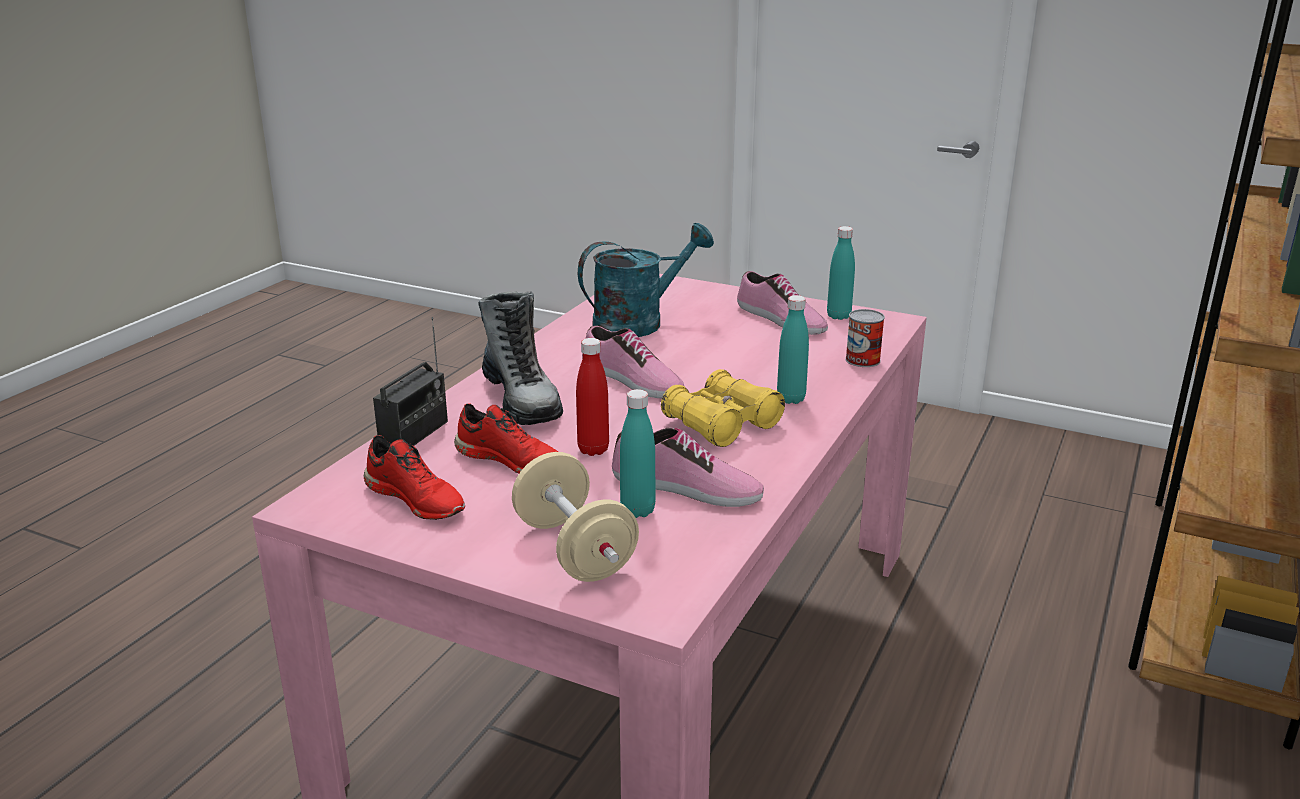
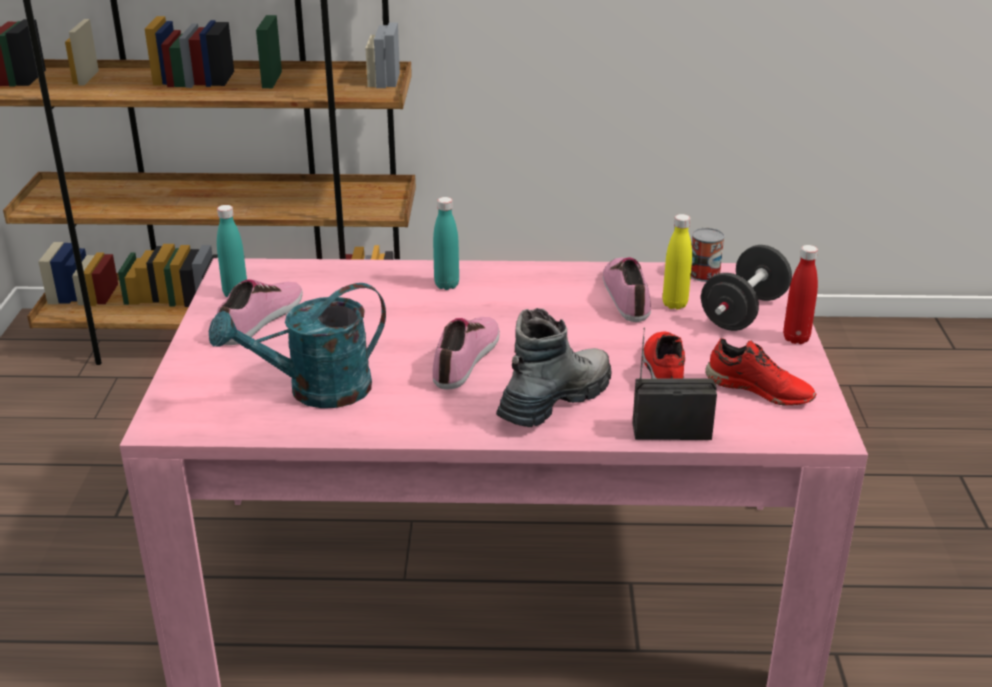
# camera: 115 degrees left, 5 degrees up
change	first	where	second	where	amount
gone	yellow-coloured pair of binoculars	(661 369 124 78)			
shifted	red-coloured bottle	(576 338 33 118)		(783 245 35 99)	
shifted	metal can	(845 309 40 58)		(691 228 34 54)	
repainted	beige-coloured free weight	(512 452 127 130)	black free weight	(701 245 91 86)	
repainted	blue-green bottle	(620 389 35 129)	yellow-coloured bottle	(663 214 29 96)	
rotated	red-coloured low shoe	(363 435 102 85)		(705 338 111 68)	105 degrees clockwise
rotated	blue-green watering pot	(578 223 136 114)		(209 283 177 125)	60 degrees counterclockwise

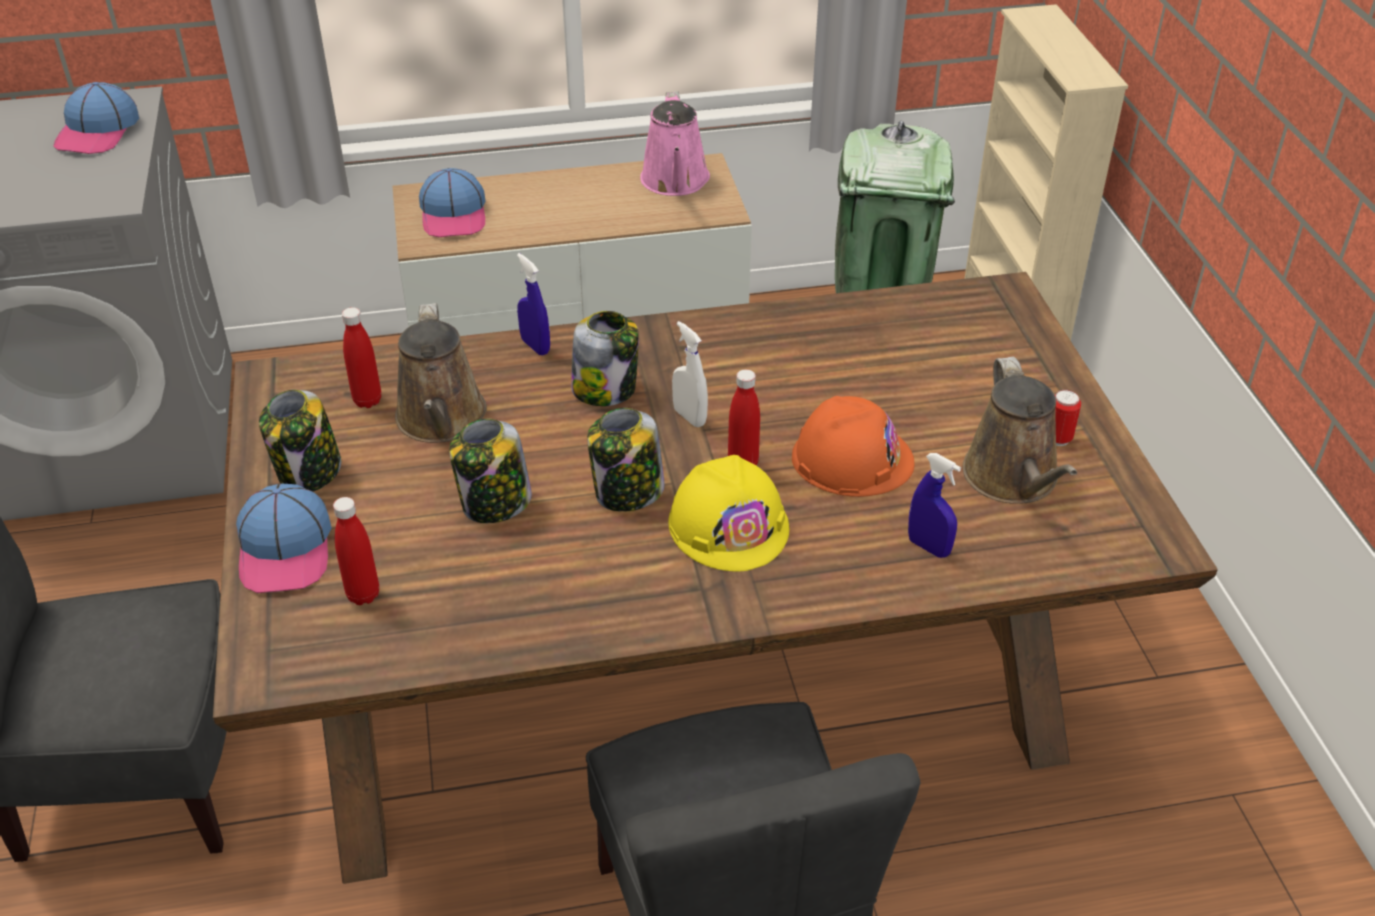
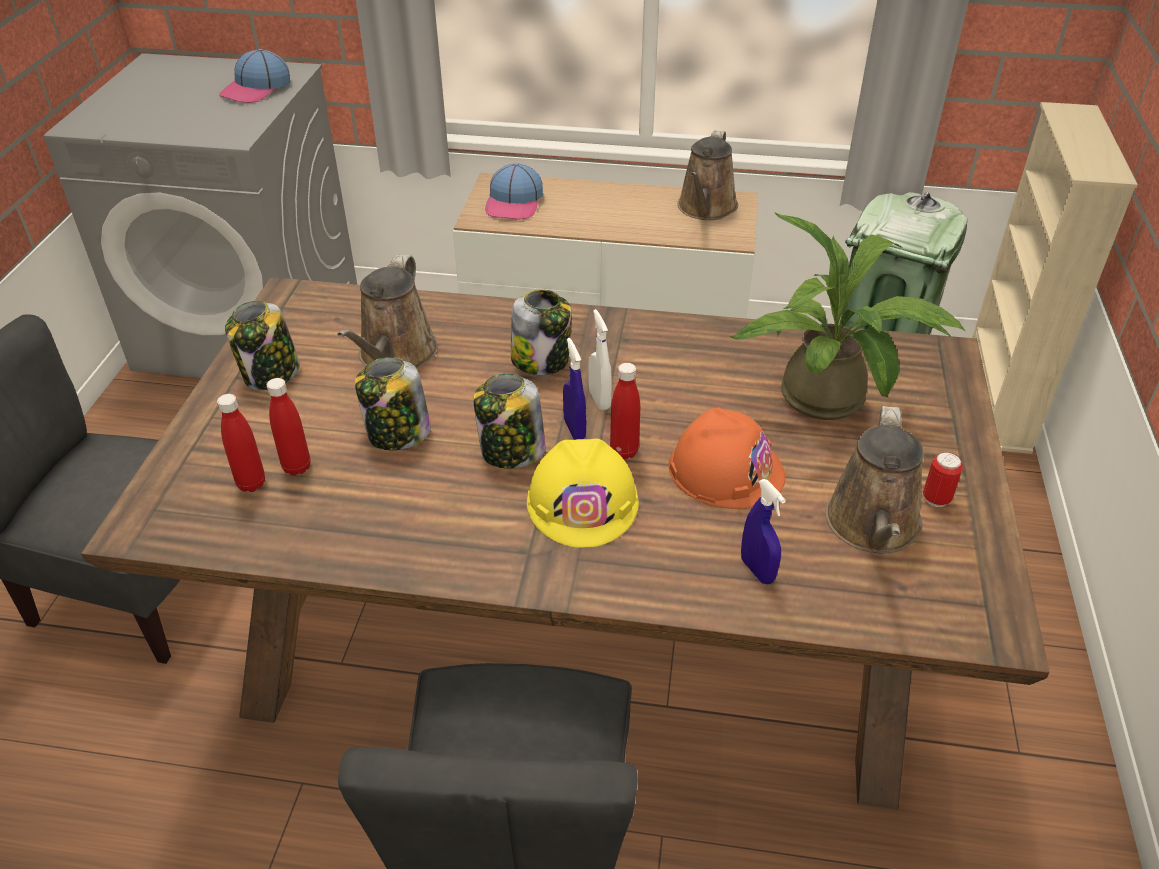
# camera: 20 degrees right, 0 degrees up
change	first	where	second	where	amount
gone	peaked cap	(236 483 96 110)			
new			potted plant	(730 212 235 208)	
shifted	red-coloured bottle	(342 307 39 101)		(267 378 44 98)	
shifted	blue hand sprayer	(517 253 33 102)		(563 338 23 102)	
repainted	pinkish watering pot	(640 91 70 105)	brownish watering pot	(677 131 61 89)	

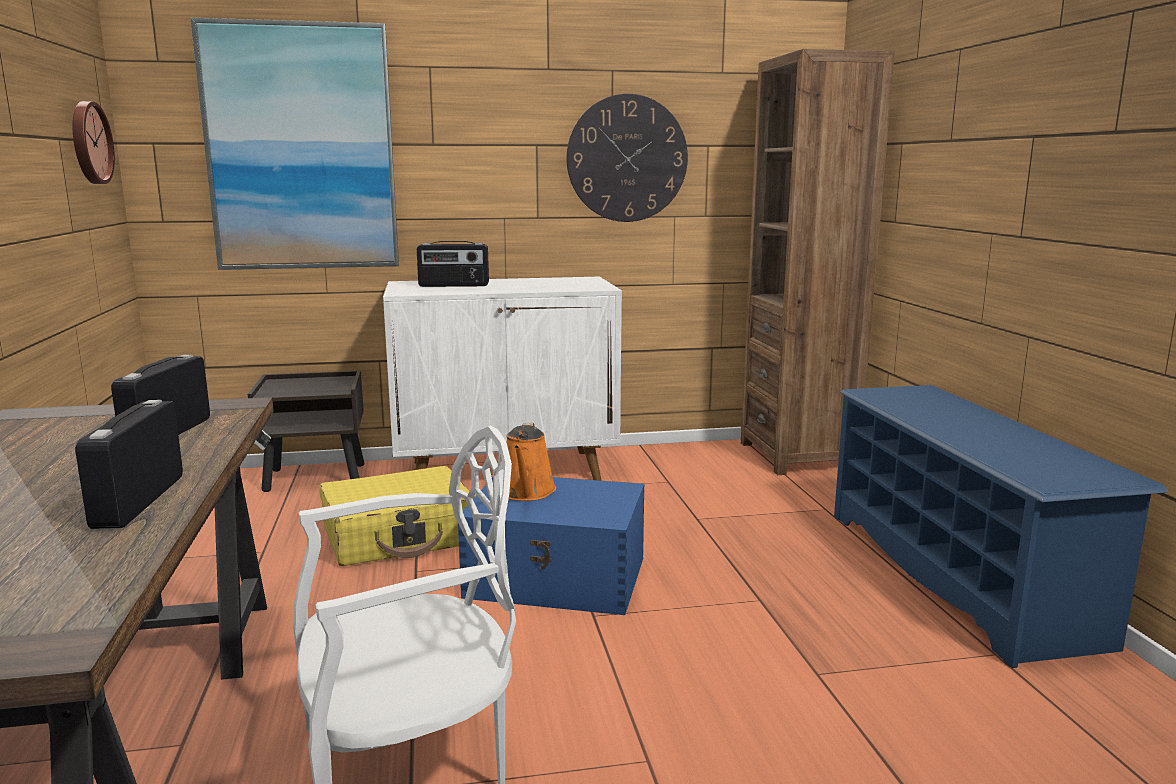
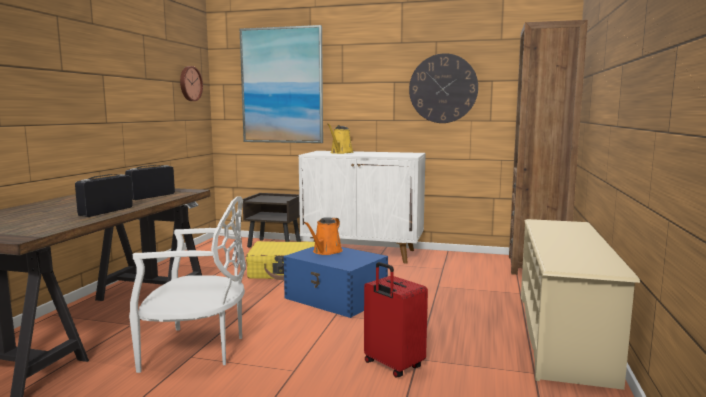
# camera: 25 degrees right, 5 degrees down
change	first	where	second	where	amount
new			red-coloured suitcase	(364 262 64 115)	
swapped	radio set	(417 241 72 46)	yellow-coloured watering pot	(327 123 27 31)	
repainted	blue shoe rack	(834 385 334 283)	beige-coloured shoe rack	(521 219 119 171)	

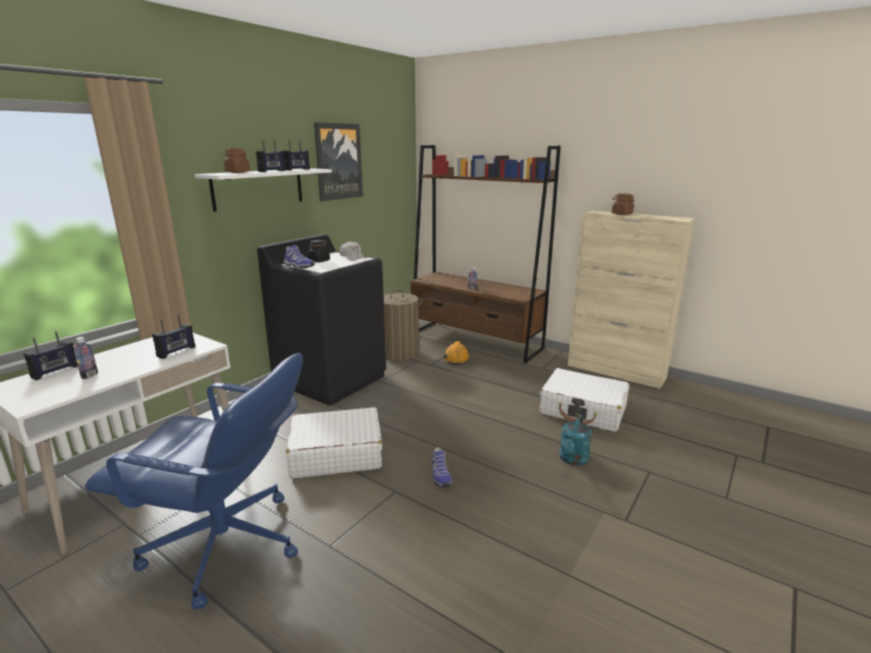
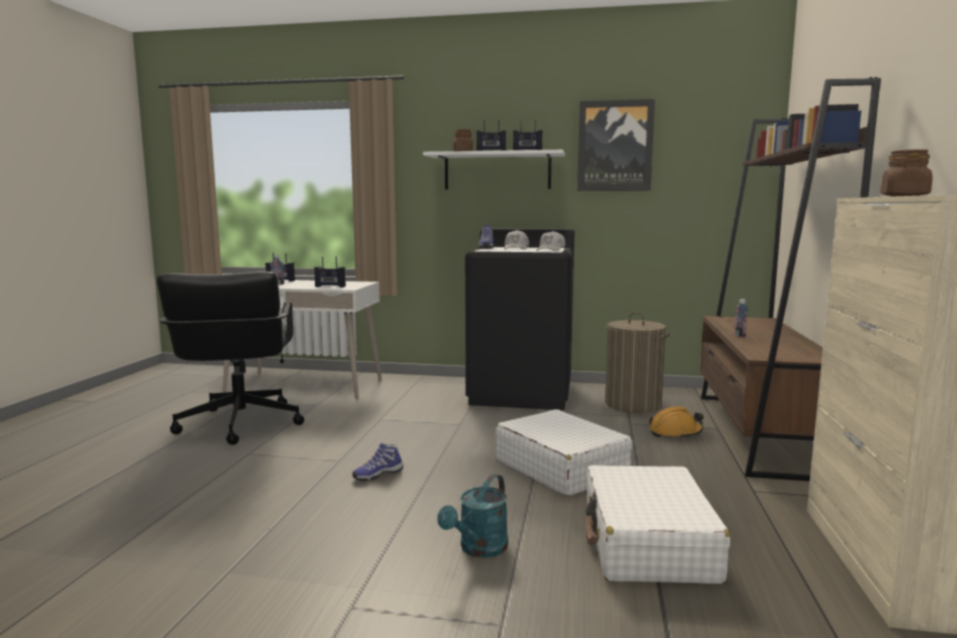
# camera: 65 degrees right, 10 degrees down
change	first	where	second	where	amount
shifted	whitish suitcase	(286 407 96 71)		(495 409 138 87)	
swapped	black jar	(308 240 22 22)	whitish peaked cap	(504 230 25 20)	
repainted	blue office chair	(85 353 218 257)	black office chair	(157 271 147 174)	
rotated	blue-green watering pot	(559 414 33 52)		(437 474 71 84)	60 degrees counterclockwise

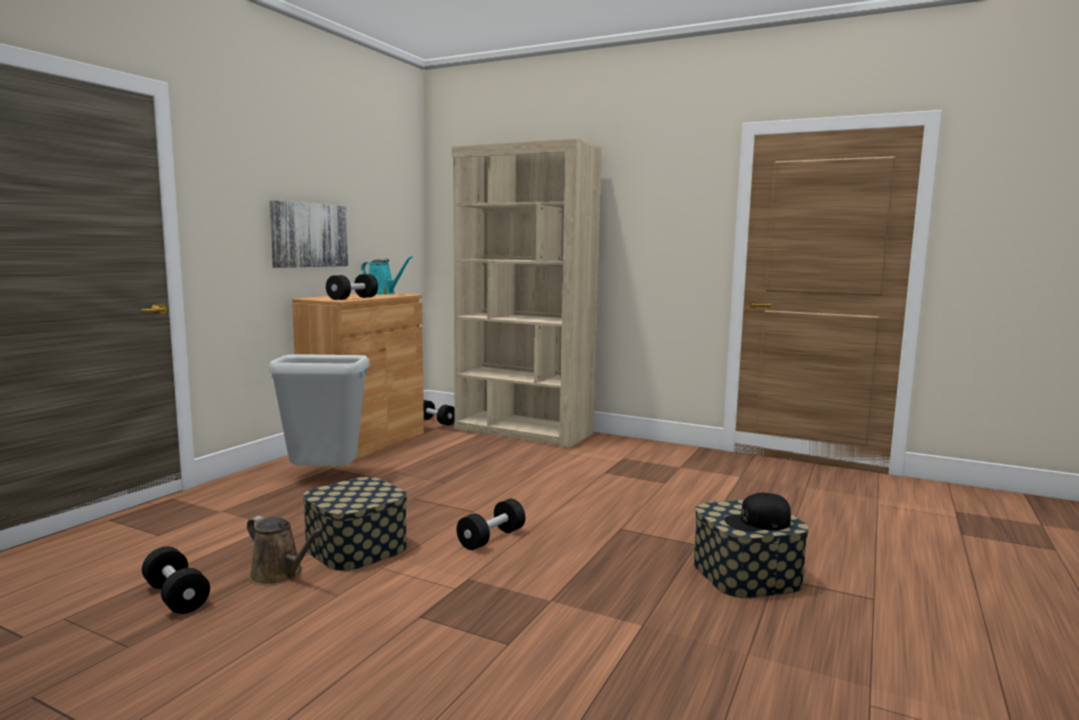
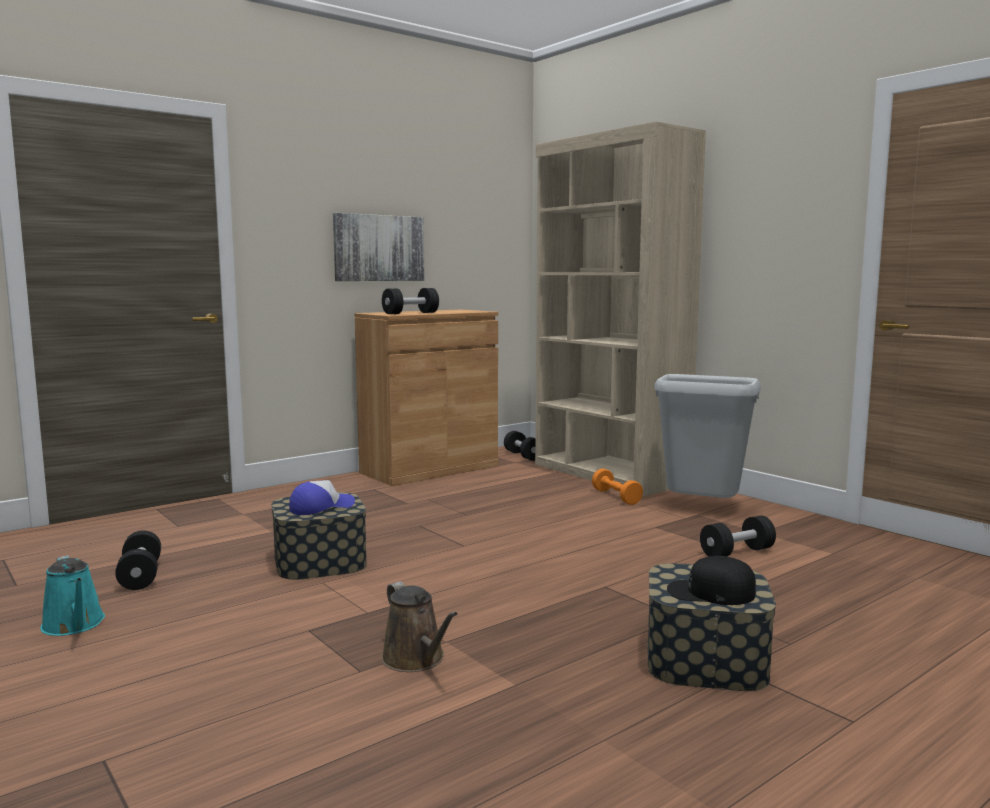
# camera: 25 degrees right, 0 degrees up
change	first	where	second	where	amount
new			peaked cap	(289 480 66 35)	
new			orange free weight	(592 468 51 37)	
shifted	brownish watering pot	(247 516 75 69)		(381 581 77 91)	
shifted	gray trash can	(268 354 101 112)		(654 374 107 124)	
shifted	blue-green watering pot	(361 256 51 39)		(40 555 65 81)	
shifted	black free weight	(457 499 68 51)		(700 516 76 41)	

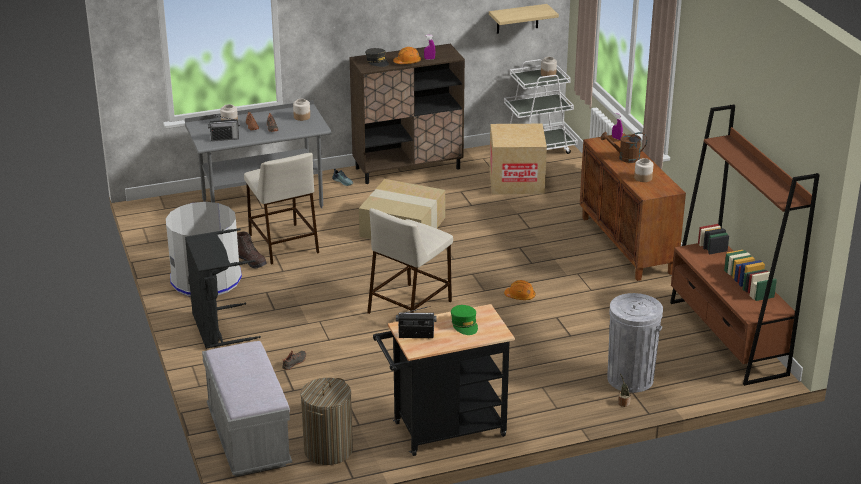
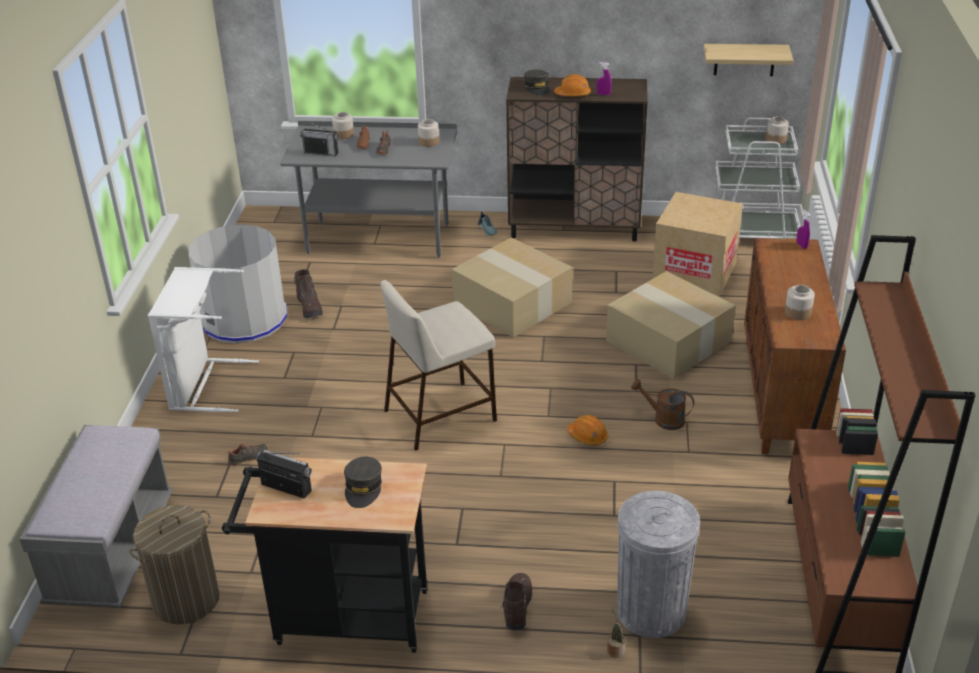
# camera: 25 degrees right, 5 degrees up
change	first	where	second	where	amount
gone	beige-coloured sitting stool	(244 153 75 112)			
new			brownish boot	(500 573 32 57)	
new			cardboard box	(606 271 130 108)	
shifted	brownish watering pot	(601 132 46 31)		(631 379 63 51)	
repainted	black washing basket	(185 228 76 121)	whitish washing basket	(148 267 111 145)	
repainted	green-coloured peaked cap	(451 305 27 30)	gray peaked cap	(344 457 38 51)	

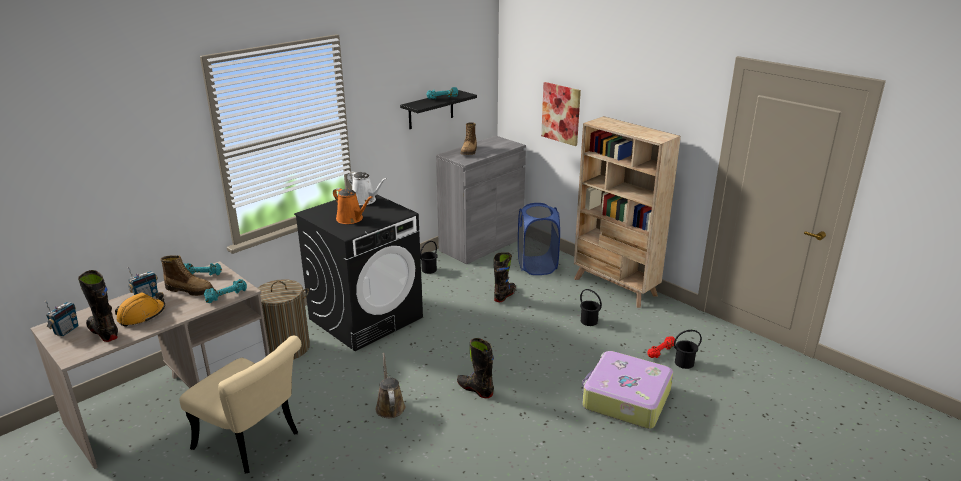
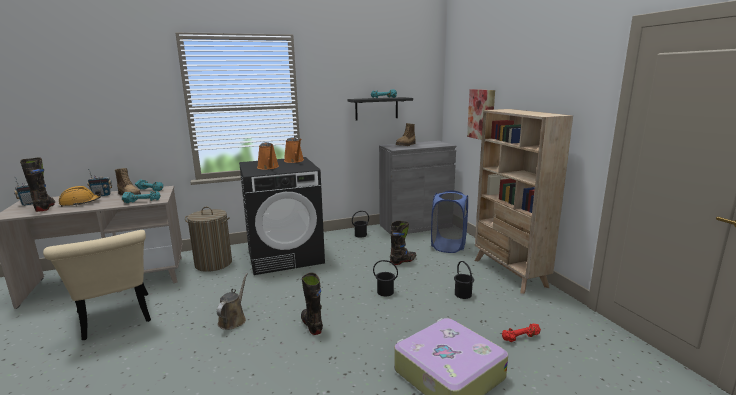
# camera: 25 degrees right, 10 degrees down
change	first	where	second	where	amount
shifted	black water bucket	(674 330 28 39)		(373 260 25 36)	
repainted	whitish watering pot	(347 171 40 34)	orange watering pot	(284 138 20 25)	

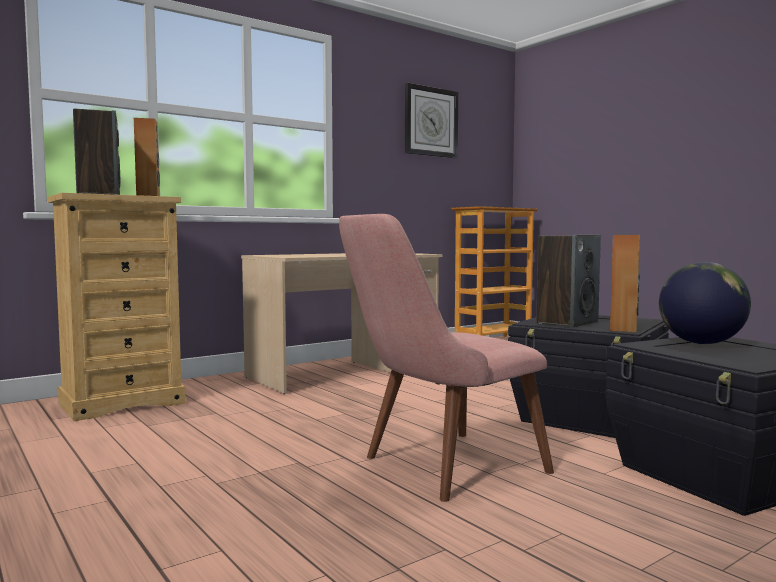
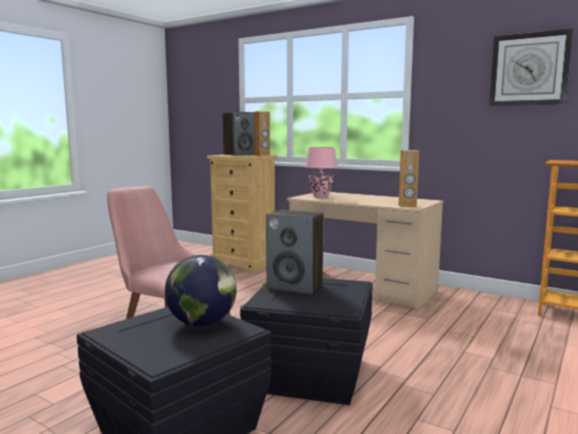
# camera: 70 degrees right, 5 degrees up
change	first	where	second	where	amount
new			pinkish table lamp	(305 147 33 50)	
shifted	brownish audio speaker	(610 235 30 97)		(399 150 20 57)	

